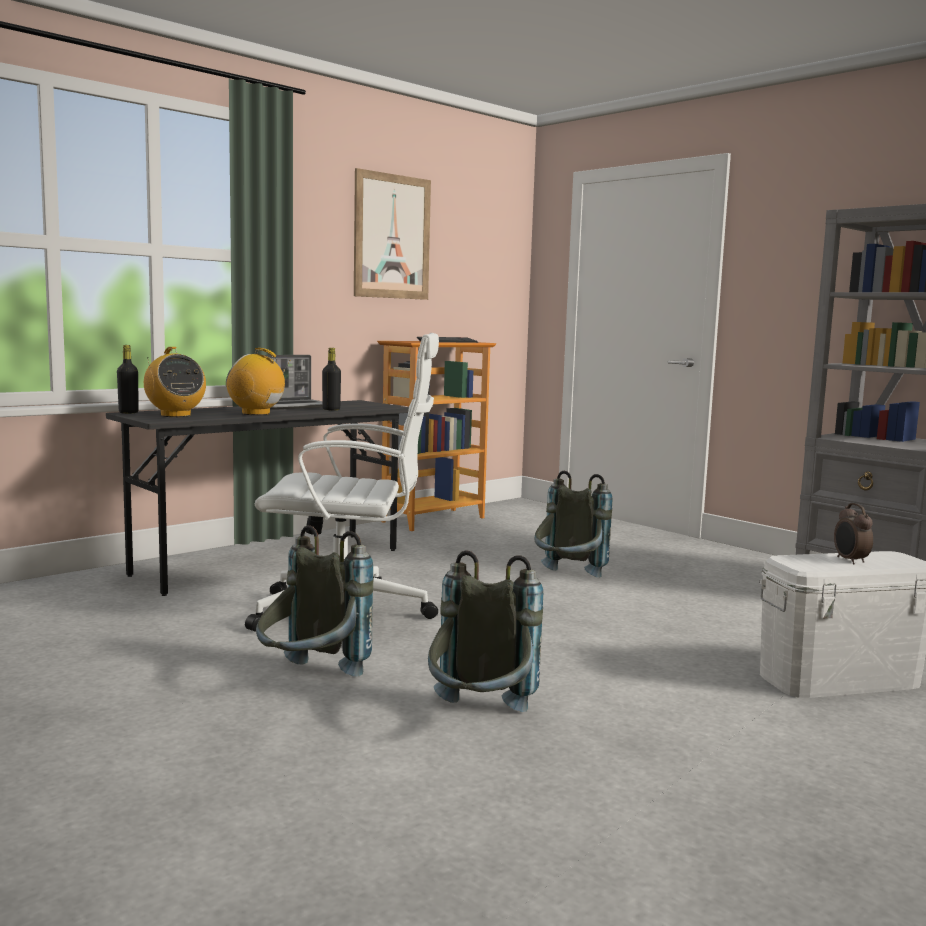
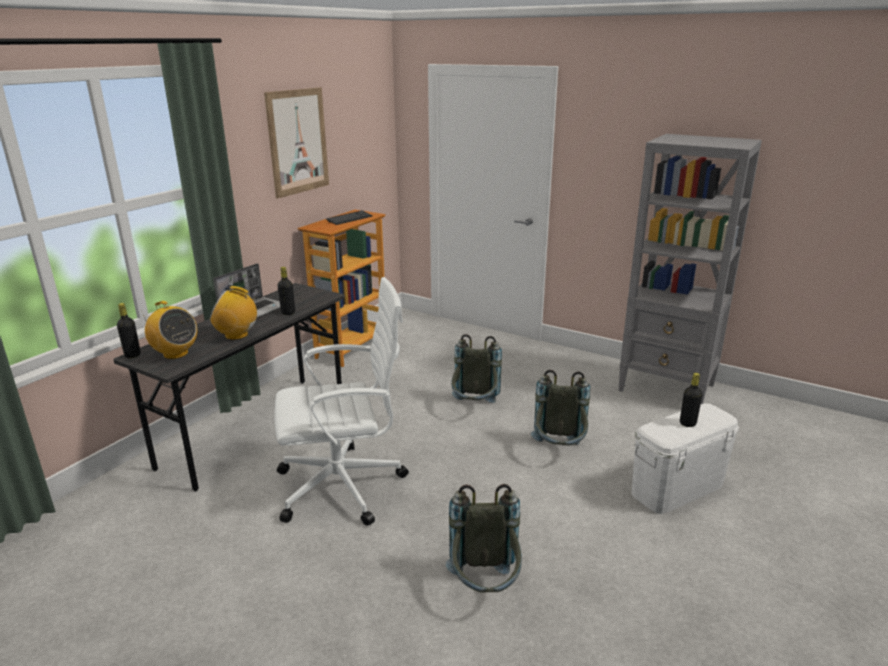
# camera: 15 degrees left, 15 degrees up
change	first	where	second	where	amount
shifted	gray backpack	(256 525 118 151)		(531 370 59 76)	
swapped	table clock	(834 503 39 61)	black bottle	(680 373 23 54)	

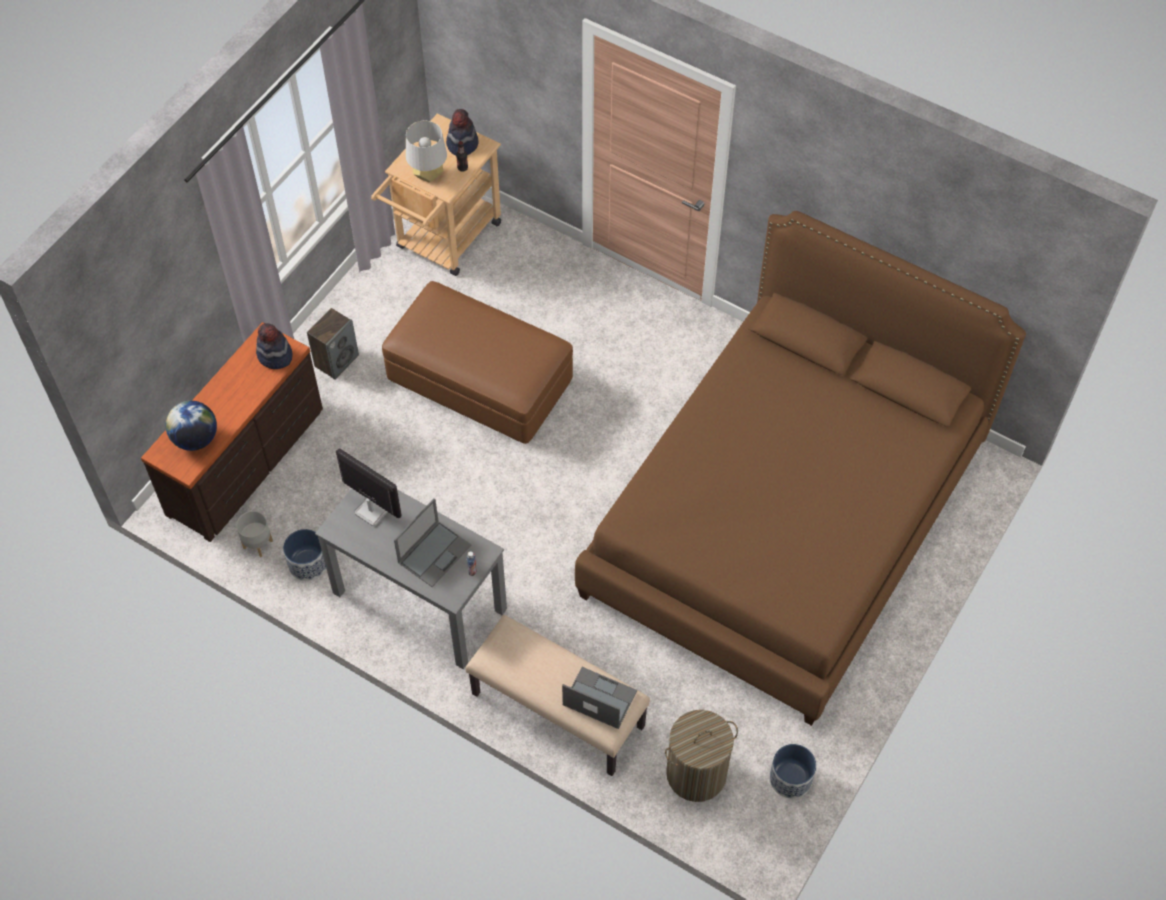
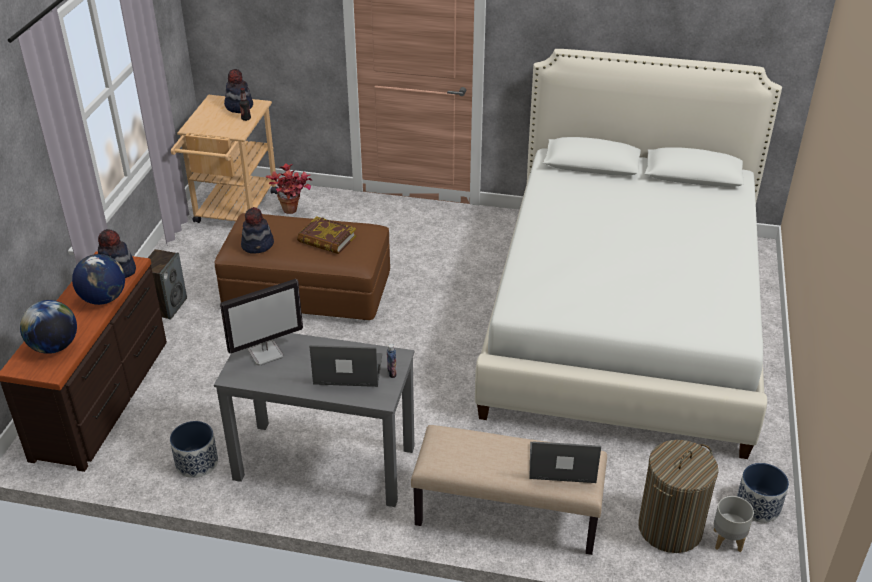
# camera: 20 degrees left, 20 degrees down
change	first	where	second	where	amount
gone	gray table lamp	(406 121 41 62)			
new			world globe	(72 254 53 51)	
new			clothing hat	(241 207 33 47)	
new			potted plant	(265 164 47 50)	
new			book	(297 216 59 38)	
shifted	gray planter	(236 511 37 46)		(714 496 40 56)	
repainted	brownish bedroom bed	(575 211 451 515)	whitish bedroom bed	(475 49 307 410)	
rotated	computer display	(336 448 66 78)		(220 279 83 87)	135 degrees clockwise
rotated	laptop	(394 498 77 89)		(309 345 73 42)	105 degrees counterclockwise

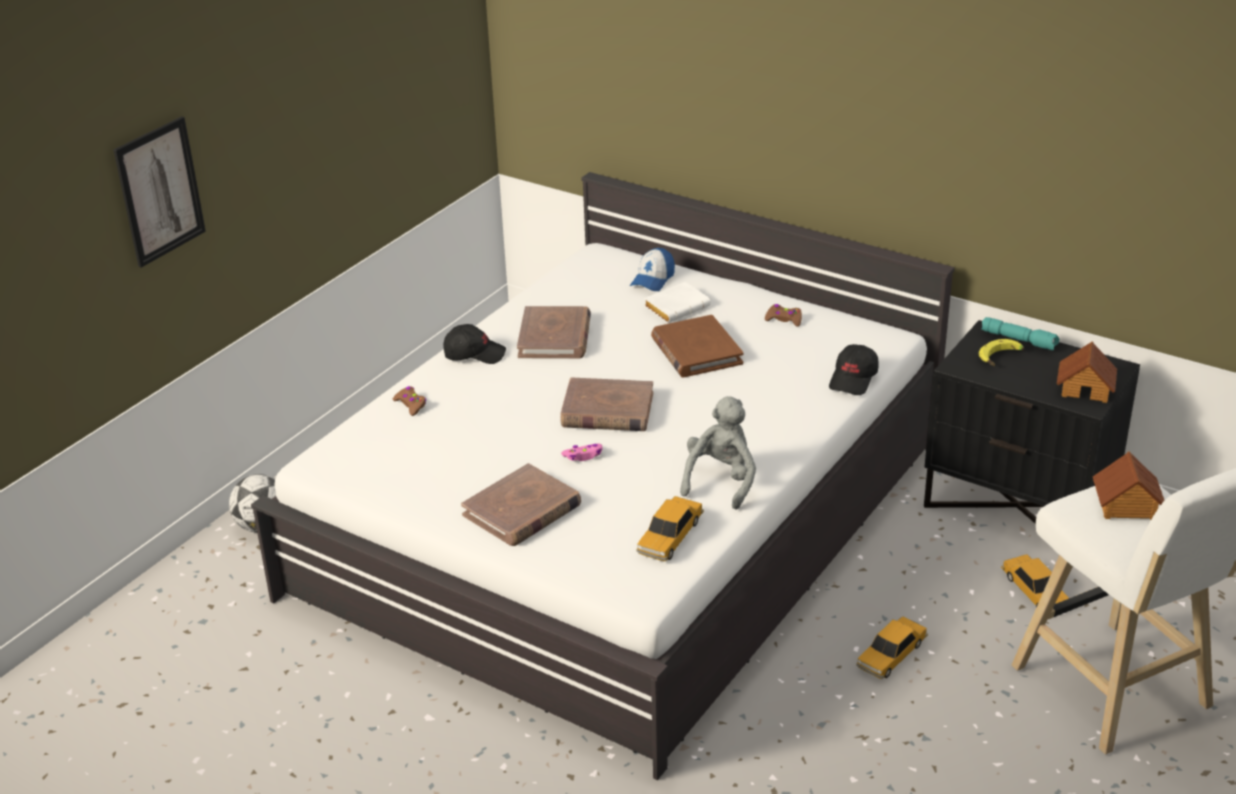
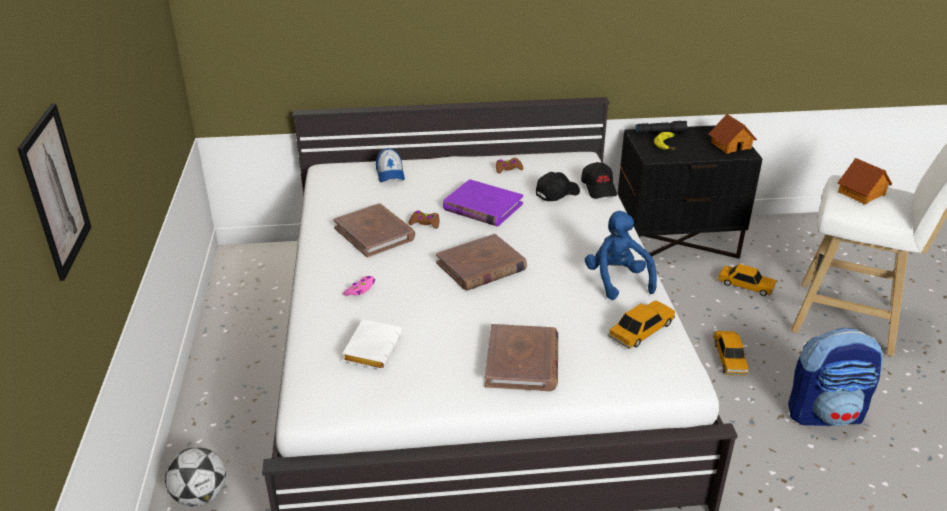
# camera: 40 degrees left, 0 degrees up
change	first	where	second	where	amount
new			backpack	(788 328 95 98)	
shifted	brownish joypad	(393 386 33 30)		(409 211 30 18)	
shifted	black peaked cap	(443 324 63 40)		(536 172 44 29)	
shifted	pinkish joypad	(561 444 42 17)		(343 276 32 20)	
shifted	whitish book	(644 282 67 41)		(342 319 60 50)	
repainted	brownish book	(651 315 93 63)	purple book	(443 179 80 47)	
repainted	gray soft toy	(680 396 76 113)	blue soft toy	(585 211 72 89)	
repainted	blue-green hand torch	(981 317 78 33)	black hand torch	(635 121 54 13)	
rotated	model car	(636 496 68 65)		(607 300 68 49)	120 degrees counterclockwise

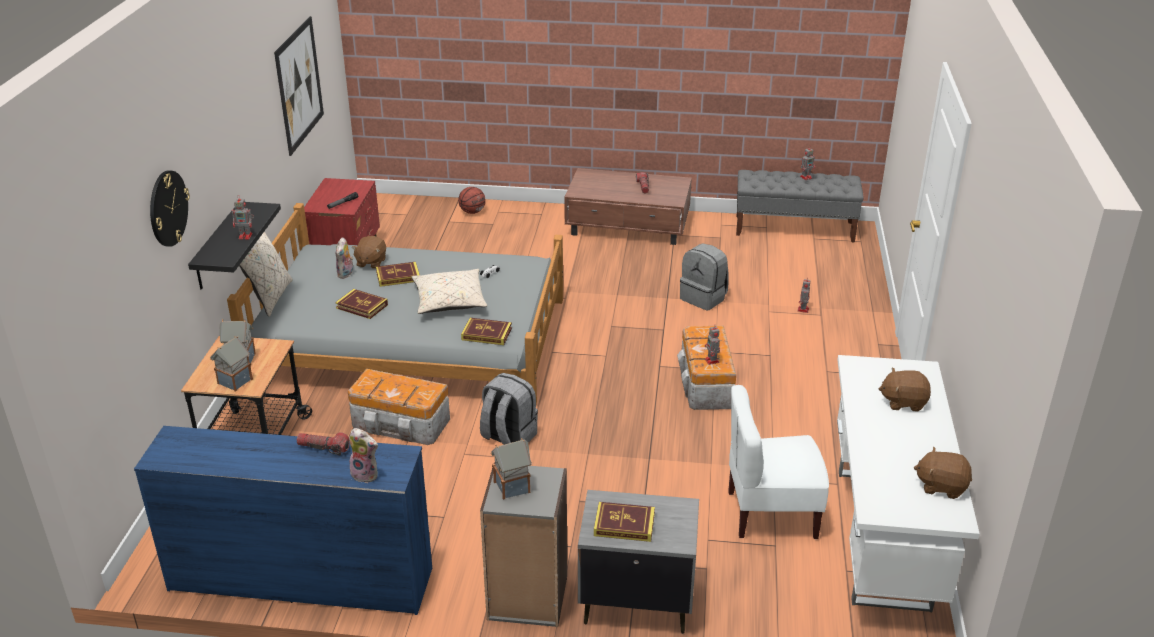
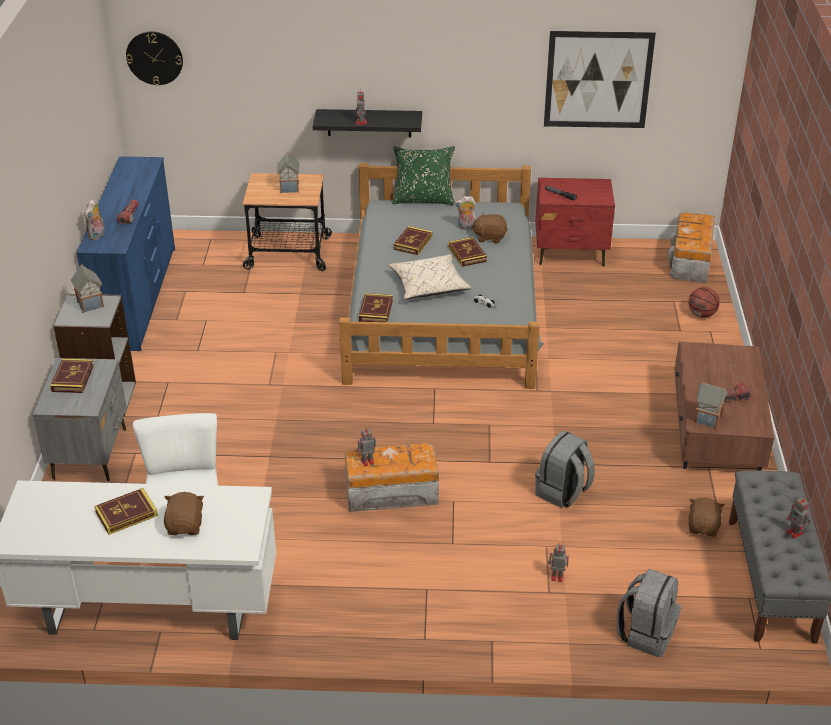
# camera: 85 degrees right, 5 degrees up
change	first	where	second	where	amount
new			book	(94 488 64 47)	
shifted	hanging clock	(150 171 40 76)		(126 31 57 55)	
shifted	model house	(210 336 43 56)		(694 382 33 47)	
shifted	storage bin	(348 369 102 76)		(668 212 47 71)	
shifted	gray backpack	(480 373 58 72)		(616 569 65 88)	
shifted	brownish soft toy	(914 446 58 53)		(688 498 37 39)	
repainted	beige-coloured cushion	(239 231 54 86)	green-coloured cushion	(392 146 63 60)	

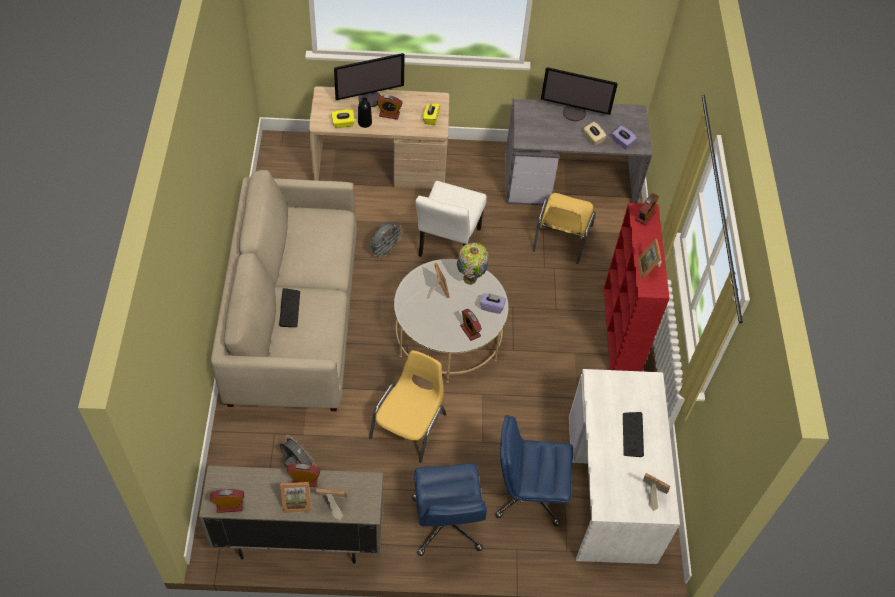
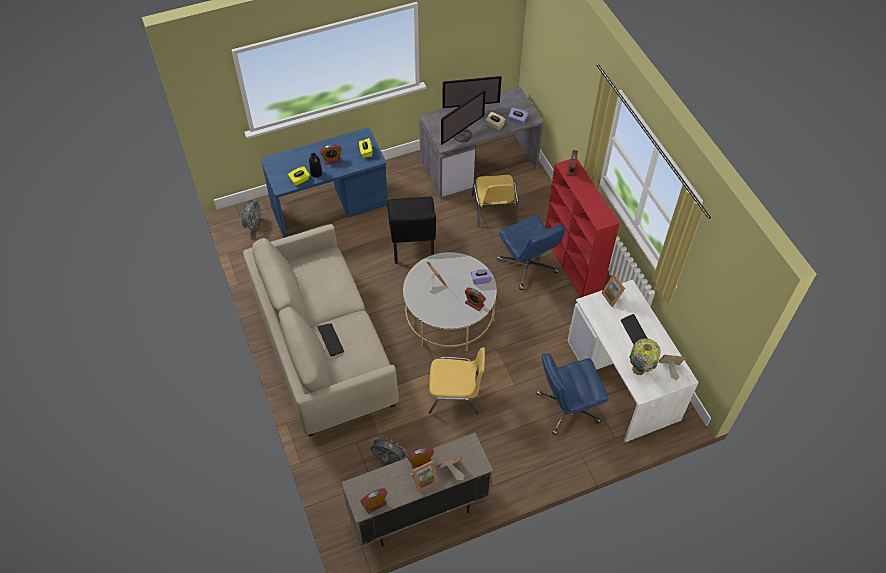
# camera: 20 degrees left, 0 degrees up
change	first	where	second	where	amount
shifted	computer display	(334 53 71 54)		(441 90 45 55)	
shifted	gray fan	(370 222 33 37)		(241 200 22 32)	
shifted	blue office chair	(412 463 75 93)		(497 215 69 75)	
shifted	table lamp	(457 243 32 42)		(629 339 32 36)	
shifted	standing frame	(637 239 25 40)		(601 274 24 33)	
repainted	beige-coloured desk	(309 86 140 103)	blue desk	(261 128 127 110)	
repainted	whitish upright chair	(415 181 72 76)	black upright chair	(387 196 49 68)	
rotated	yellow-coloured upright chair	(369 350 77 112)		(428 347 57 68)	90 degrees clockwise

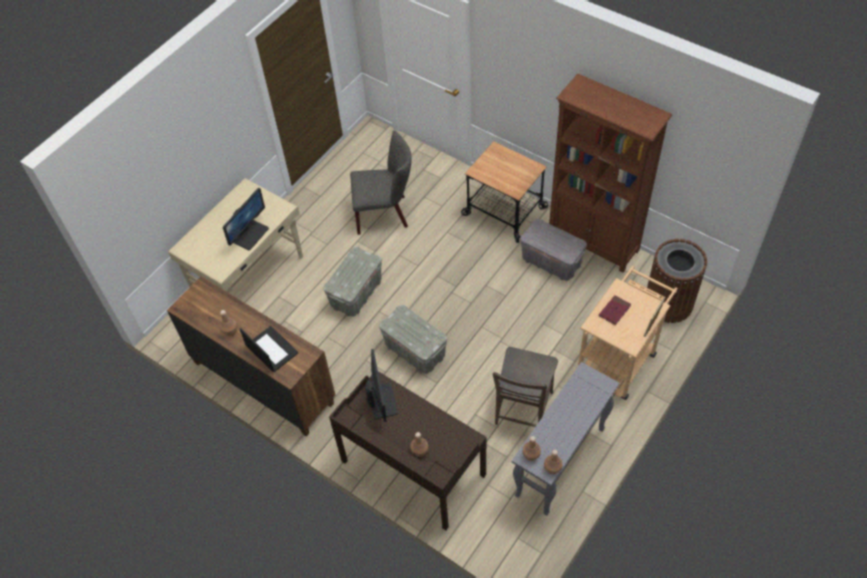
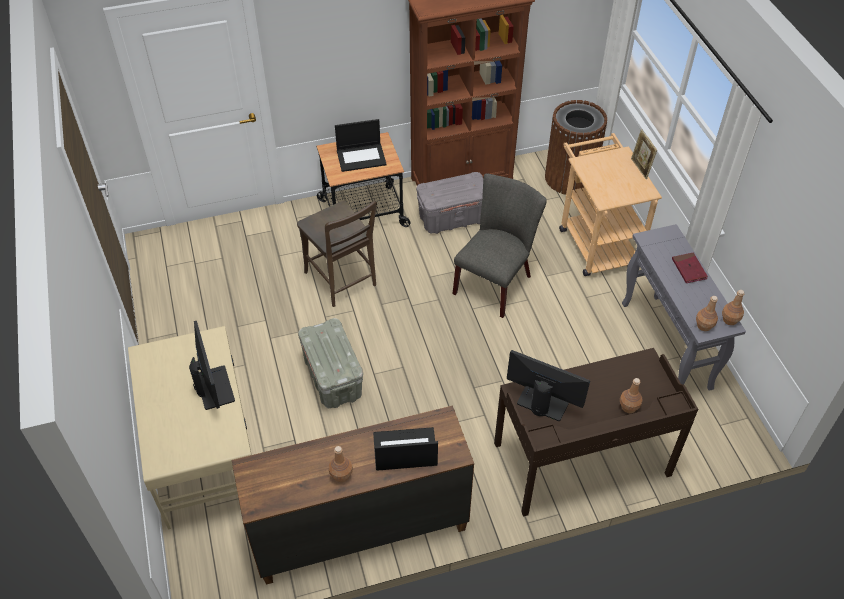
# camera: 55 degrees left, 5 degrees down
change	first	where	second	where	amount
gone	gray storage bin	(379 305 68 69)			
new			laptop	(335 119 52 53)	
shifted	gray upright chair	(350 130 62 105)		(453 174 94 144)	
shifted	brownish upright chair	(493 347 65 80)		(297 201 80 106)	
shifted	red-coloured book	(599 295 32 30)		(672 252 36 31)	

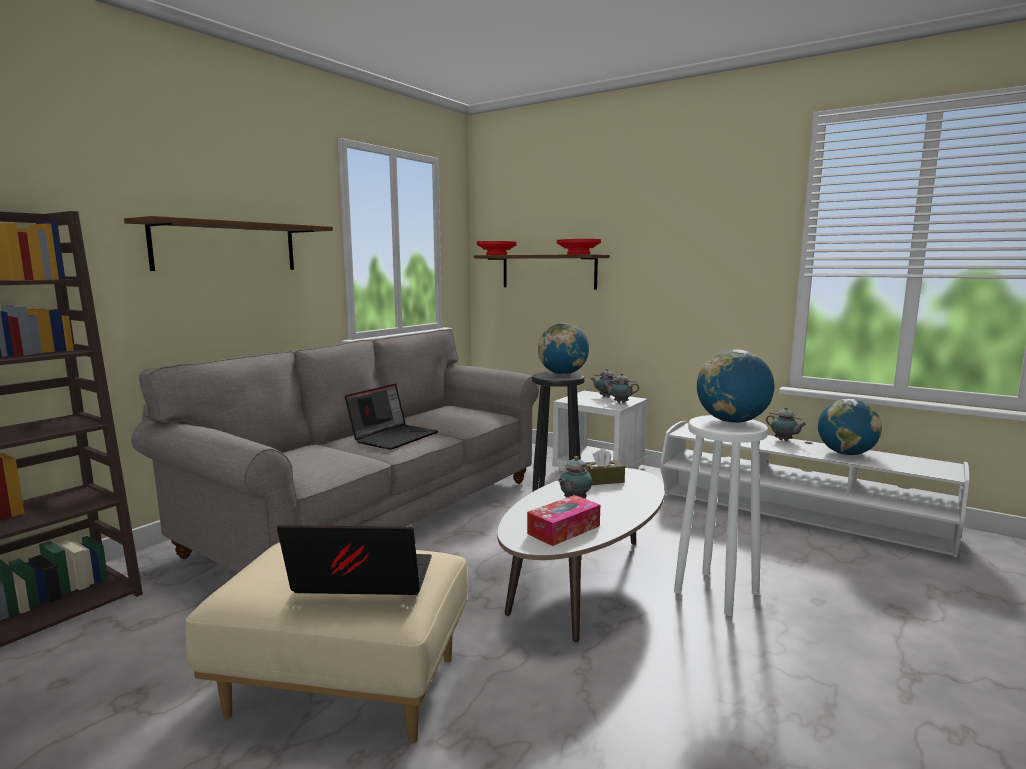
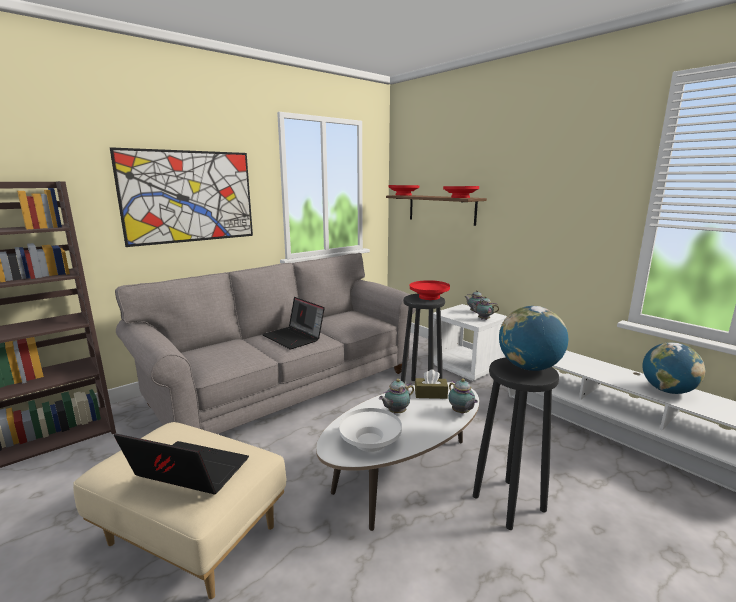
# camera: 15 degrees right, 5 degrees up
change	first	where	second	where	amount
shifted	pot for tea	(766 407 41 34)		(448 379 30 35)	
swapped	brownish bracket shelf	(124 216 209 55)	picture	(110 147 143 100)	
swapped	tissue holder	(527 495 73 51)	whitish serving bowl	(339 408 63 44)	
swapped	world globe	(538 323 51 52)	red-coloured serving bowl	(410 280 40 20)	
repainted	whitish sitting stool	(674 415 94 201)	black sitting stool	(473 357 86 173)	
rotated	laptop	(345 384 93 66)		(262 297 63 52)	90 degrees clockwise

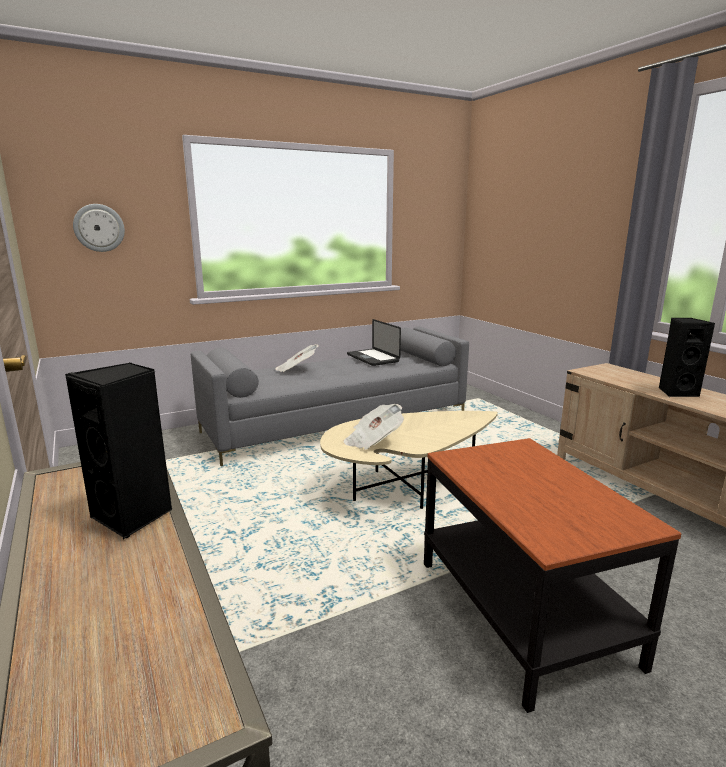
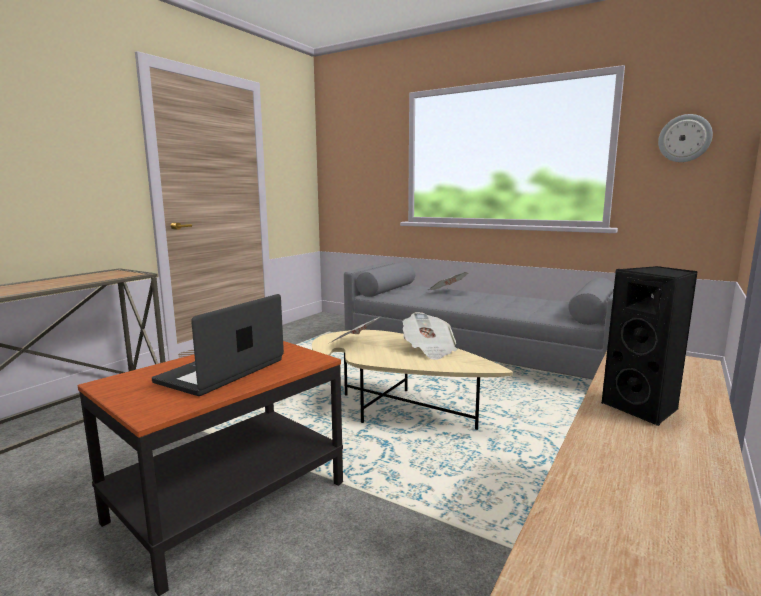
# camera: 60 degrees right, 5 degrees down
change	first	where	second	where	amount
gone	black audio speaker	(65 363 107 176)			
new			daily paper	(403 312 55 48)	
shifted	hanging clock	(73 204 52 48)		(658 114 55 48)	
shifted	laptop	(347 319 54 47)		(152 294 132 102)	

